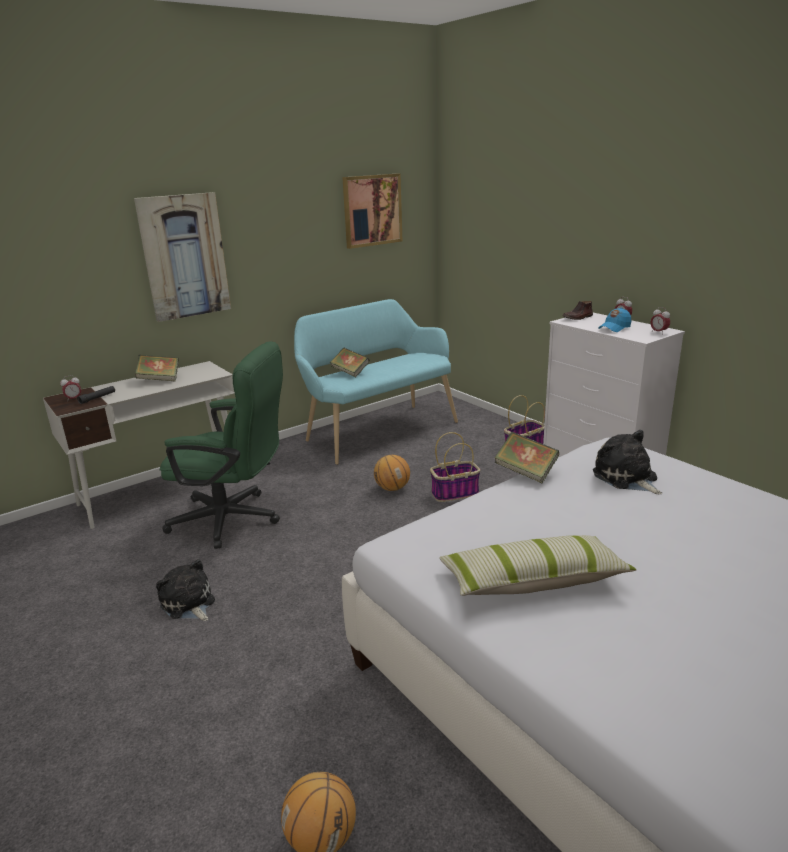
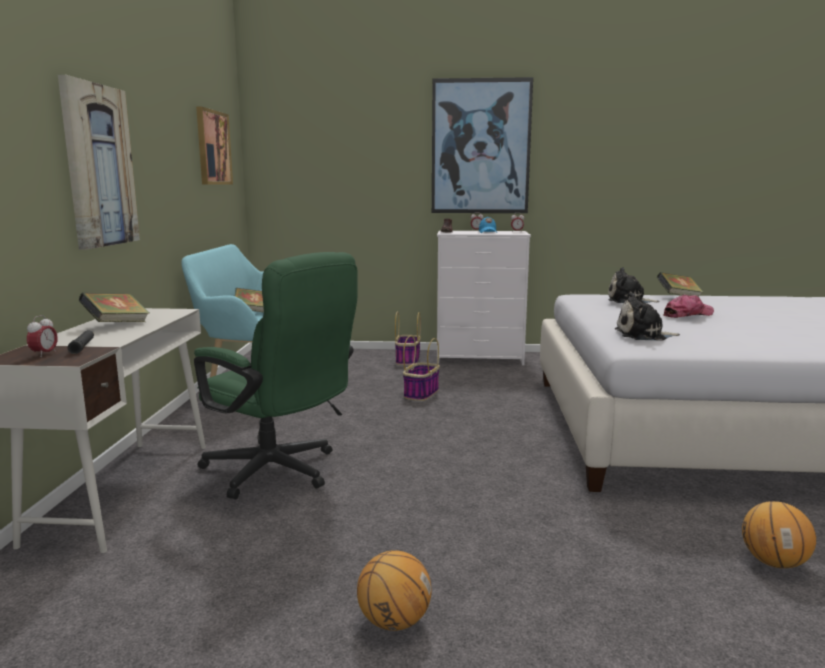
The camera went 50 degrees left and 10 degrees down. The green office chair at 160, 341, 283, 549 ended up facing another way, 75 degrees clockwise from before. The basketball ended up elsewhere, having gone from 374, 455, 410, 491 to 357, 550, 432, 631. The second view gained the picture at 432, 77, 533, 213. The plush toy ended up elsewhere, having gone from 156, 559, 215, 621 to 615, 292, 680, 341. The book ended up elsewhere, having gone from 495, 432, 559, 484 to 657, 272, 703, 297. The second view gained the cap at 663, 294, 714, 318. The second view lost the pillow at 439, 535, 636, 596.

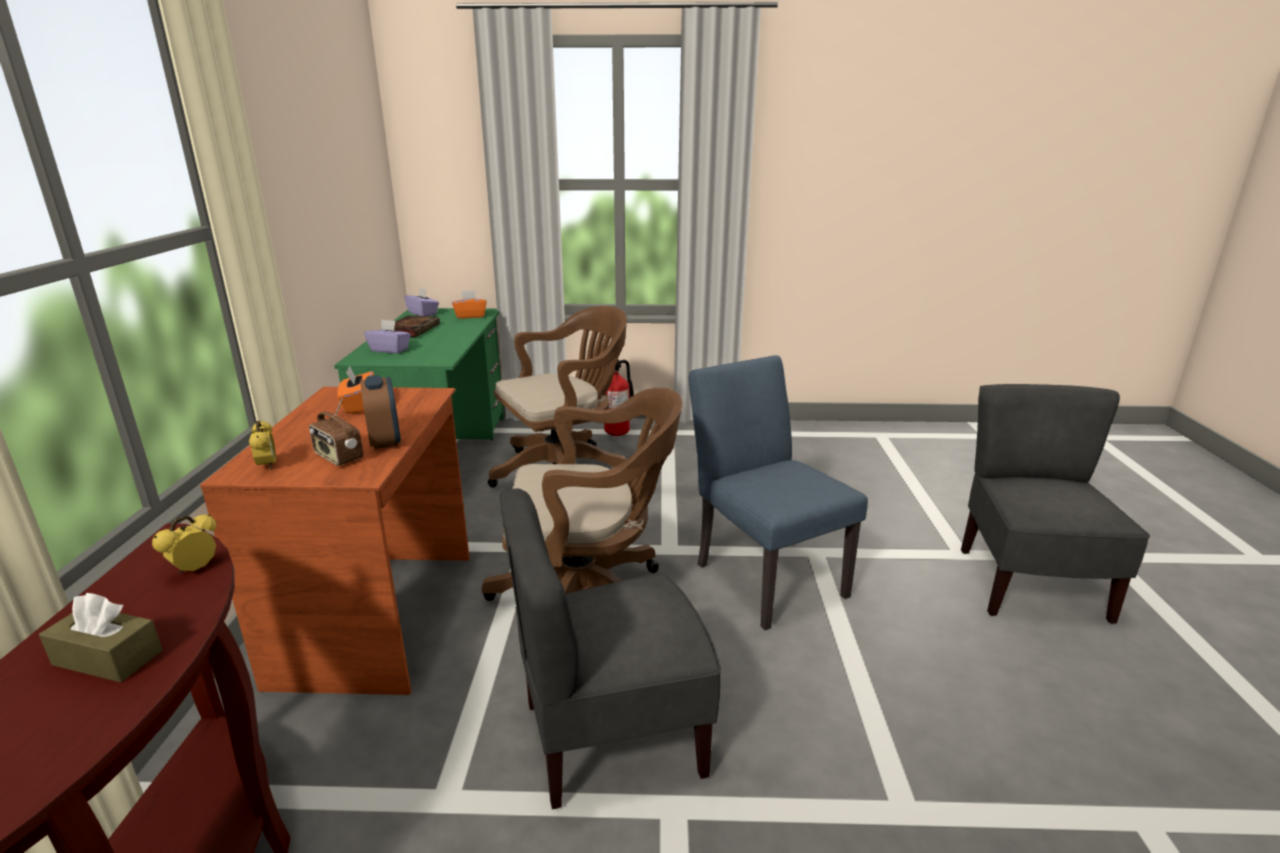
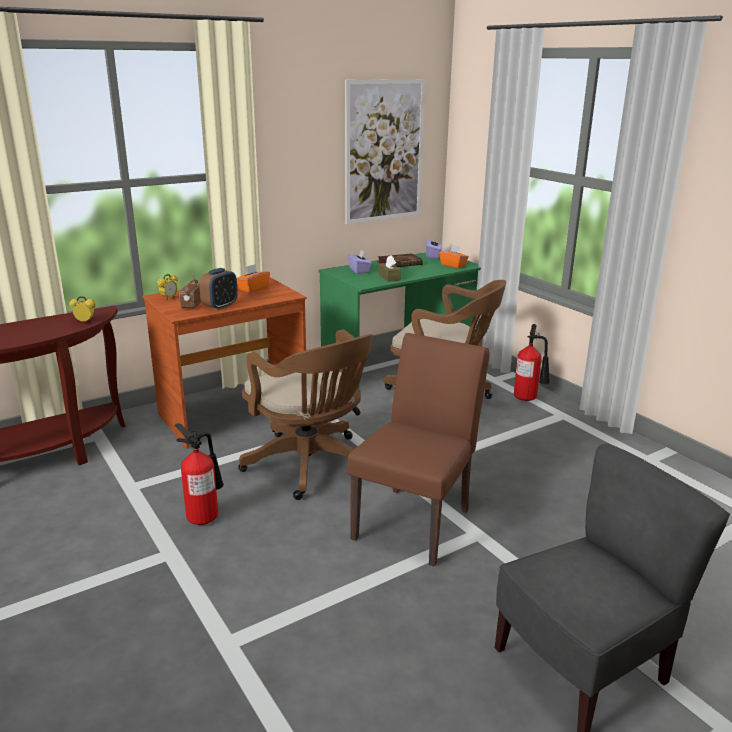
The camera went 55 degrees right and 0 degrees up. Where the grey chair stood at 500, 489, 721, 809, the fire extinguisher came to stand at 175, 423, 224, 525. The second view gained the picture at 345, 79, 425, 224. What was the blue chair at 689, 355, 868, 630 turned into the brown chair at 347, 333, 490, 567. The brown tissue box ended up elsewhere, having gone from 39, 593, 163, 682 to 378, 256, 401, 282.

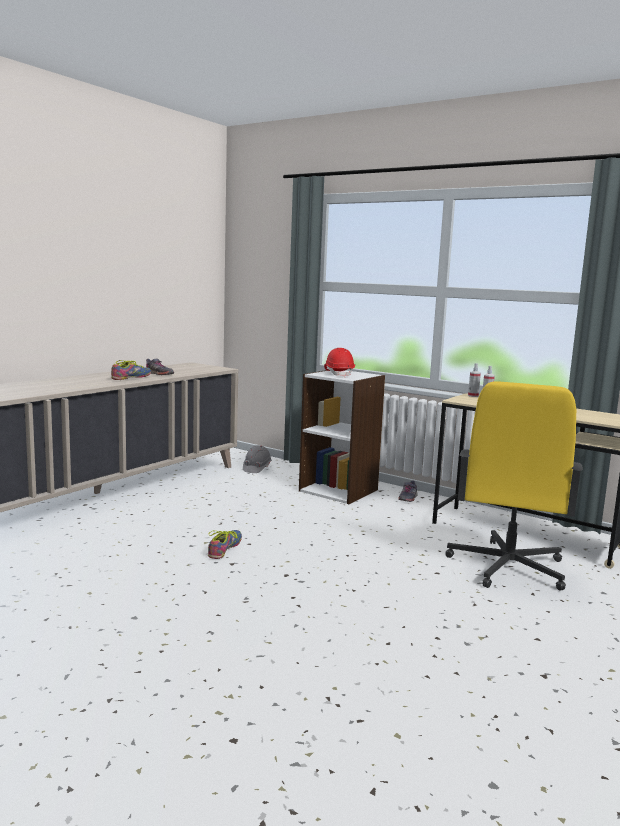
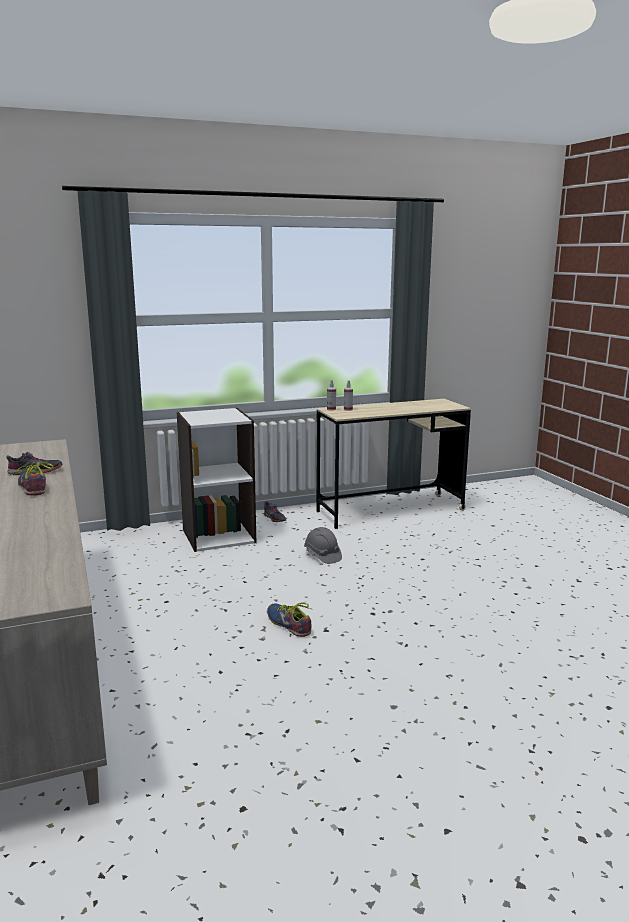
The camera went 55 degrees left and 5 degrees up. The grey hard hat ended up elsewhere, having gone from 243, 445, 272, 473 to 304, 527, 342, 564. The second view lost the red hard hat at 324, 348, 355, 377. The second view lost the yellow office chair at 445, 381, 583, 591.

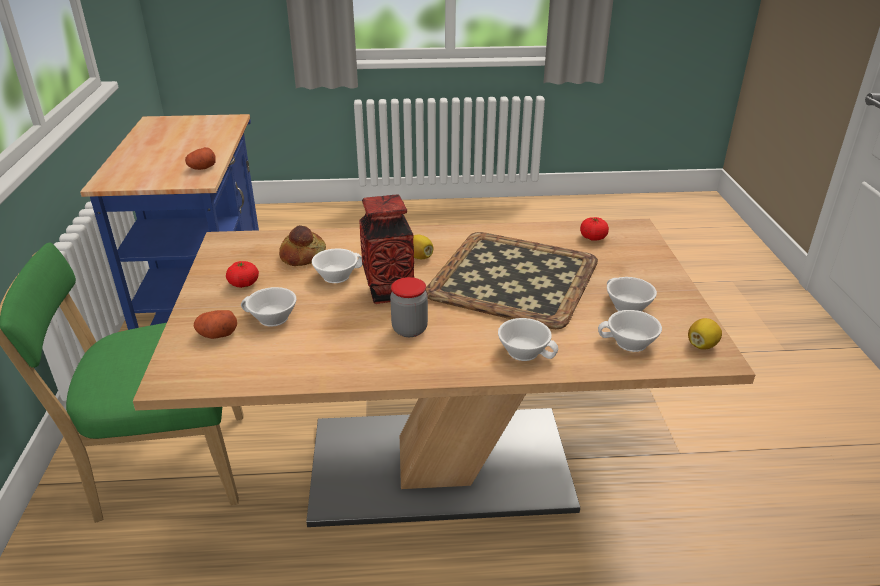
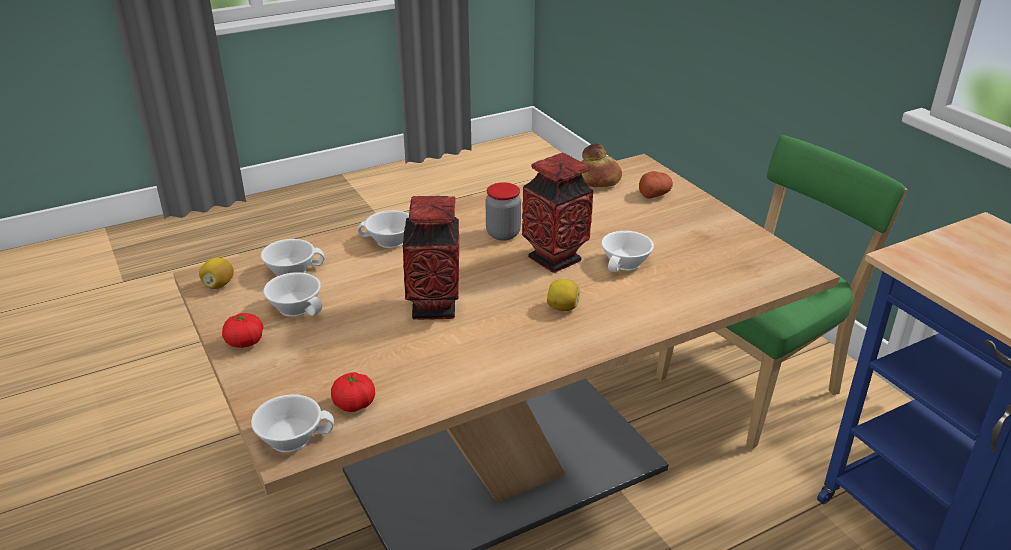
The camera went 155 degrees right and 0 degrees up. The tomato ended up elsewhere, having gone from 226, 261, 259, 288 to 222, 313, 263, 348. The white cup ended up elsewhere, having gone from 241, 287, 296, 327 to 251, 394, 334, 452. Where the tray stood at 425, 232, 598, 329, the vase came to stand at 403, 196, 459, 320. The bread ended up elsewhere, having gone from 279, 225, 326, 266 to 581, 143, 622, 187. The second view lost the potato at 185, 147, 216, 170.

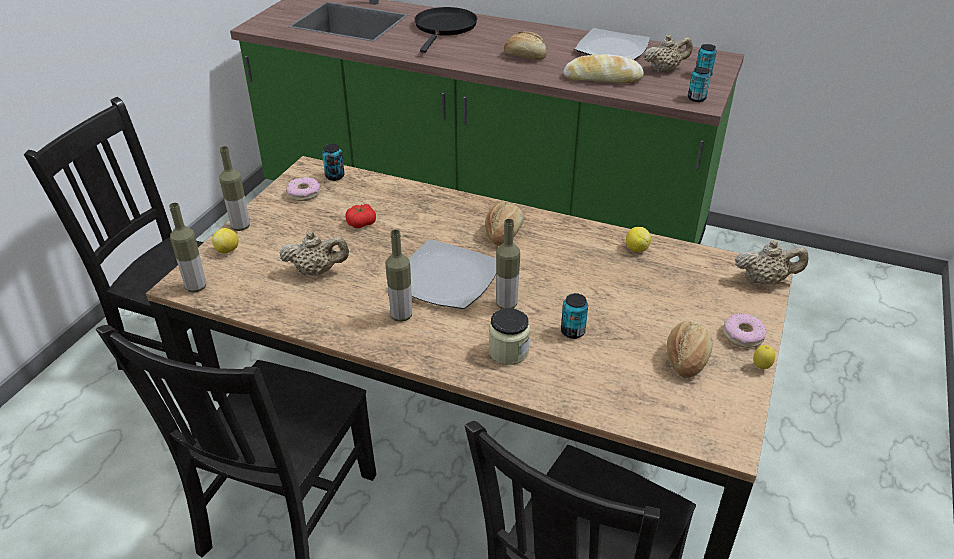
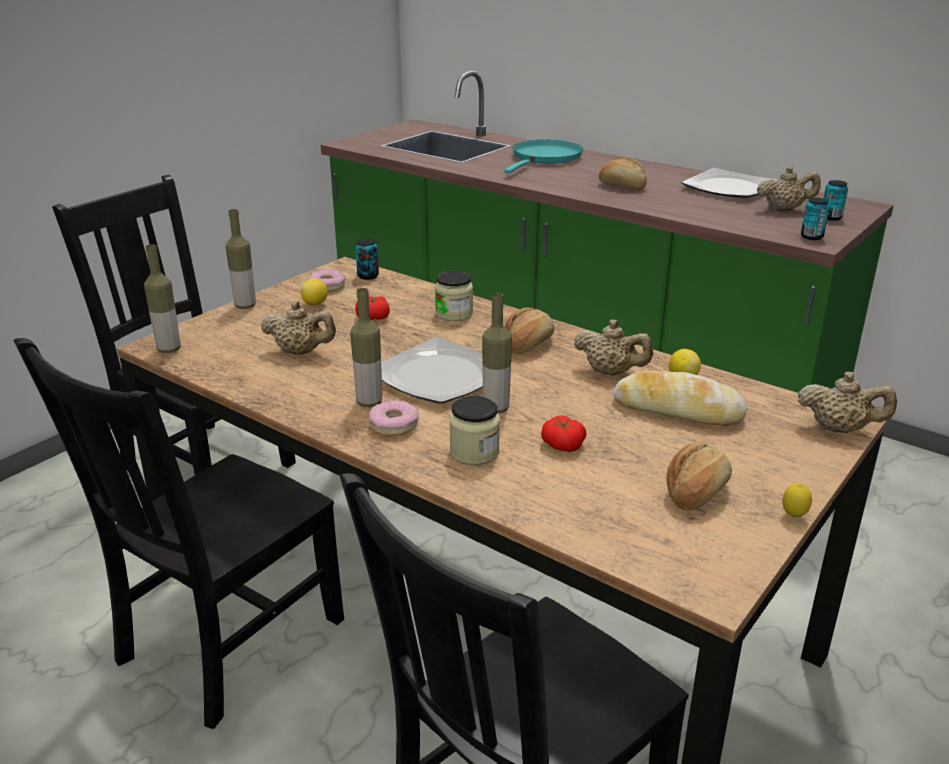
The camera went 15 degrees right and 10 degrees down. The lemon ended up elsewhere, having gone from 212, 228, 239, 254 to 300, 279, 328, 306. The donut ended up elsewhere, having gone from 723, 313, 767, 348 to 369, 400, 419, 436. The second view gained the jar at 435, 271, 473, 321. What was the black frying pan at 414, 7, 477, 53 turned into the turquoise frying pan at 504, 140, 583, 173. Where the can stood at 561, 293, 588, 339, the tomato came to stand at 541, 415, 587, 452. The second view gained the beige teapot at 574, 319, 653, 375. The bread ended up elsewhere, having gone from 564, 54, 644, 83 to 613, 371, 747, 426.

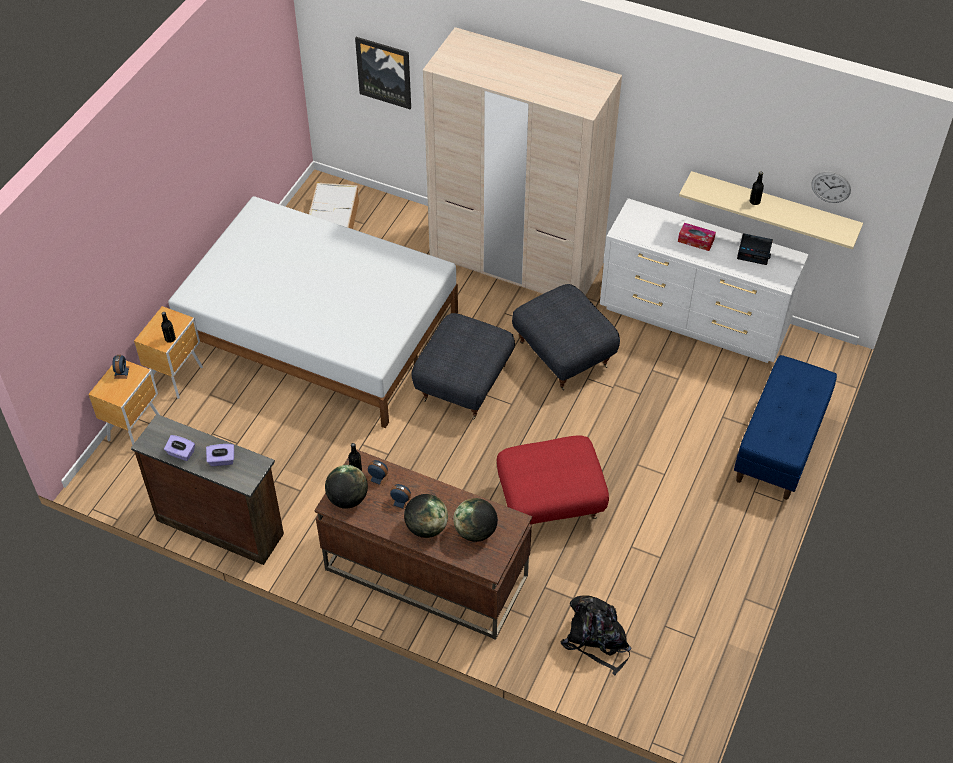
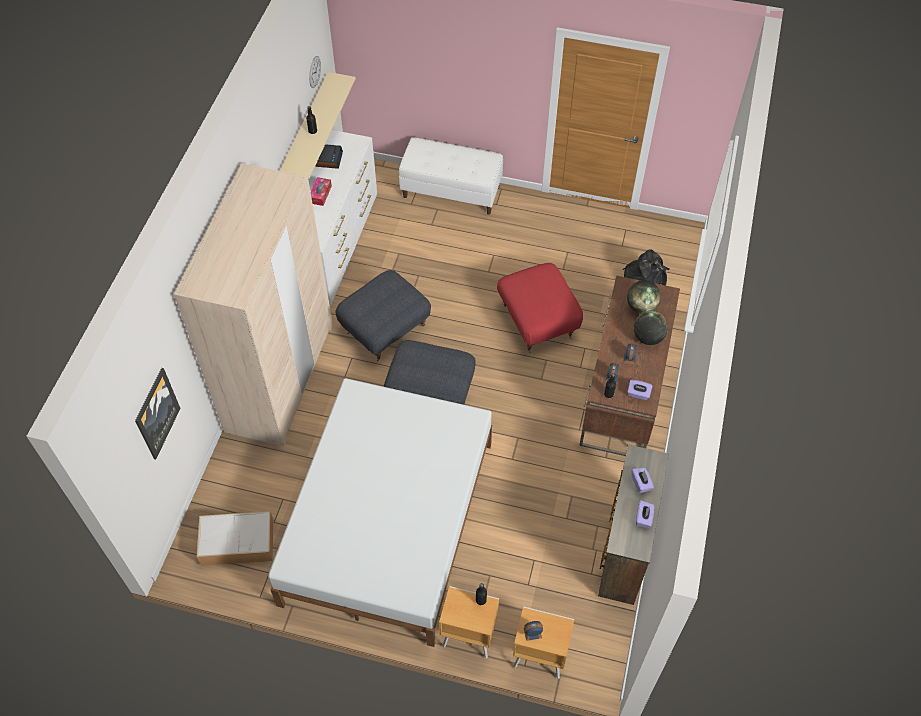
The camera went 100 degrees left and 5 degrees up. What was the blue bench at 734, 355, 837, 500 turned into the white bench at 399, 137, 503, 215. Where the globe stood at 325, 465, 368, 509, the purple tissue box came to stand at 627, 380, 653, 400.

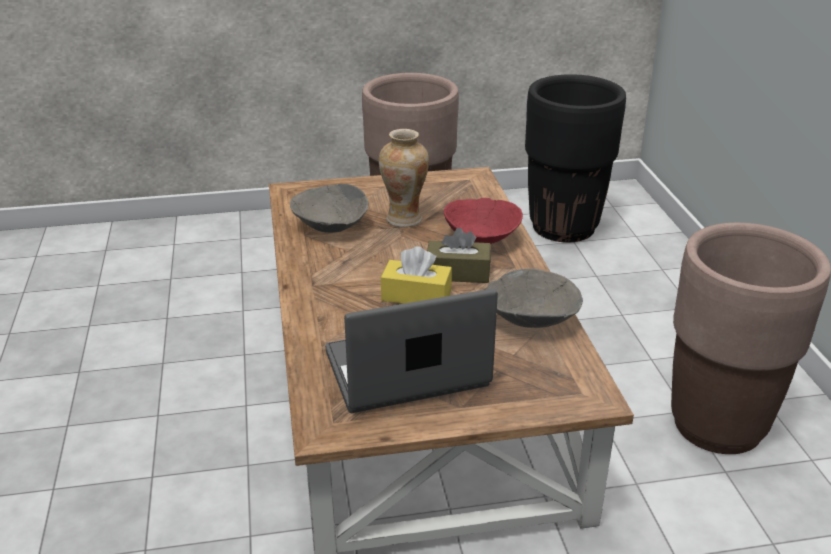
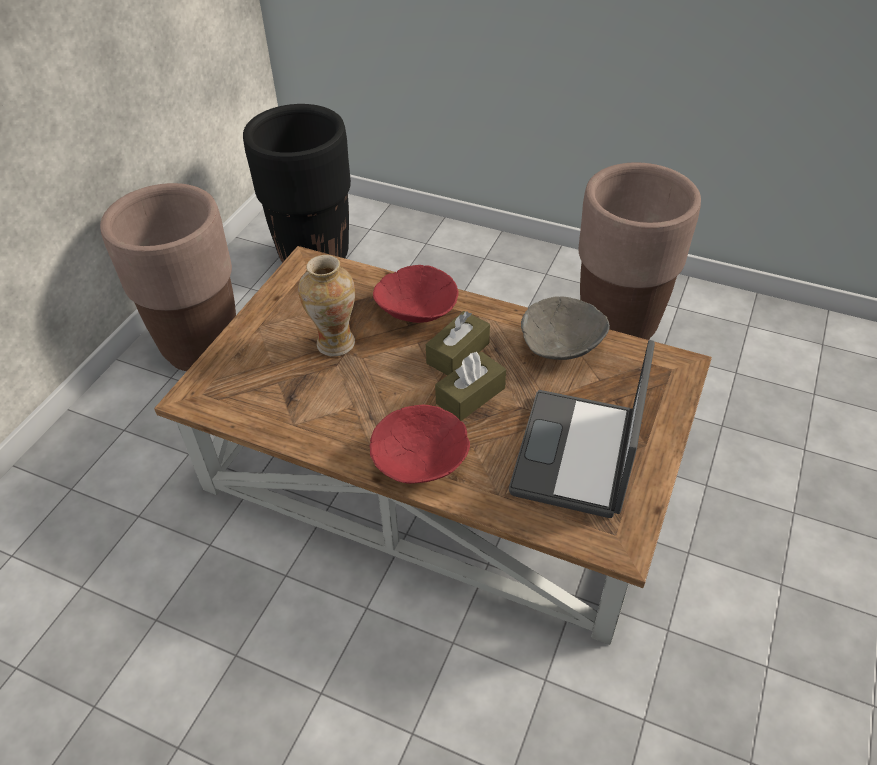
The camera went 55 degrees left and 15 degrees up. The second view gained the red bowl at 370, 405, 470, 484. What was the yellow tissue box at 381, 247, 452, 304 turned into the brown tissue box at 435, 352, 506, 421. The second view lost the grey bowl at 290, 184, 368, 233.

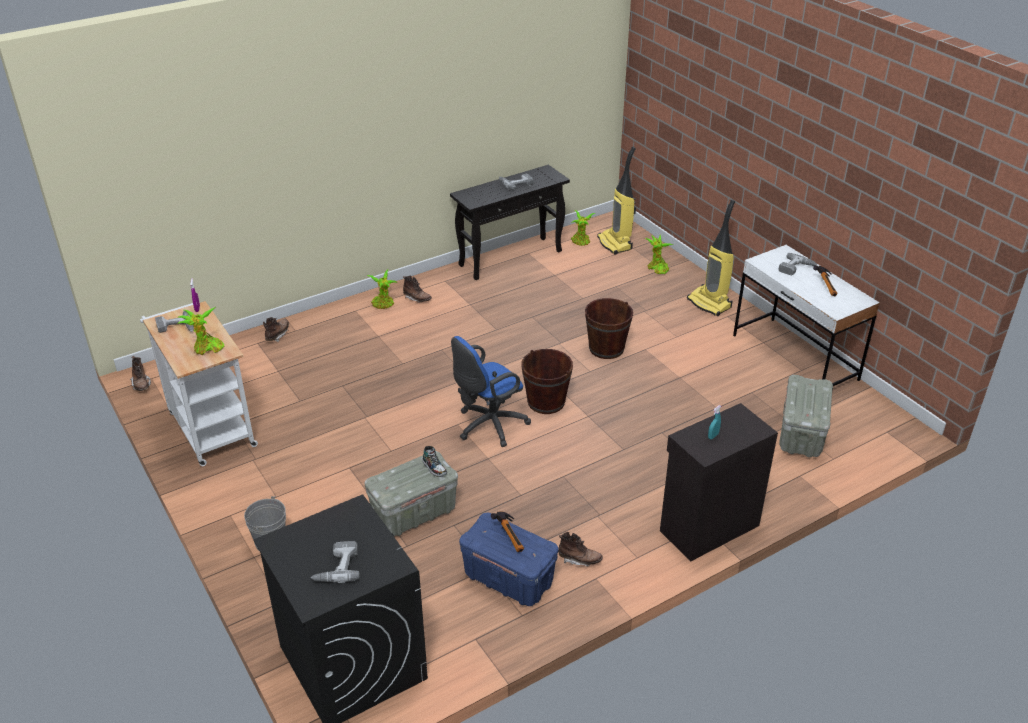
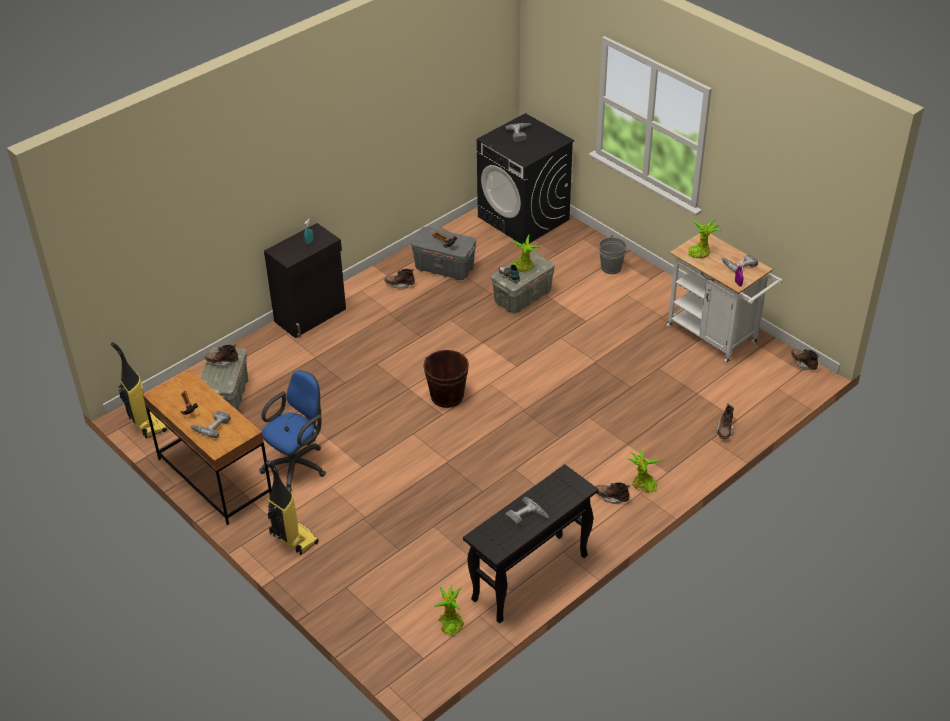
The camera went 170 degrees right and 5 degrees up. The vacuum cleaner ended up elsewhere, having gone from 597, 146, 636, 255 to 111, 342, 167, 438. What was the white desk at 733, 245, 880, 386 turned into the brown desk at 143, 369, 272, 525. The second view gained the brown boot at 205, 344, 239, 367. The blue office chair ended up elsewhere, having gone from 451, 336, 531, 447 to 259, 370, 326, 491. What was the blue storage box at 459, 513, 559, 606 turned into the grey storage box at 411, 226, 476, 280. The potted plant ended up elsewhere, having gone from 645, 235, 674, 274 to 512, 234, 540, 271. The second view lost the brown bucket at 585, 298, 633, 359.

